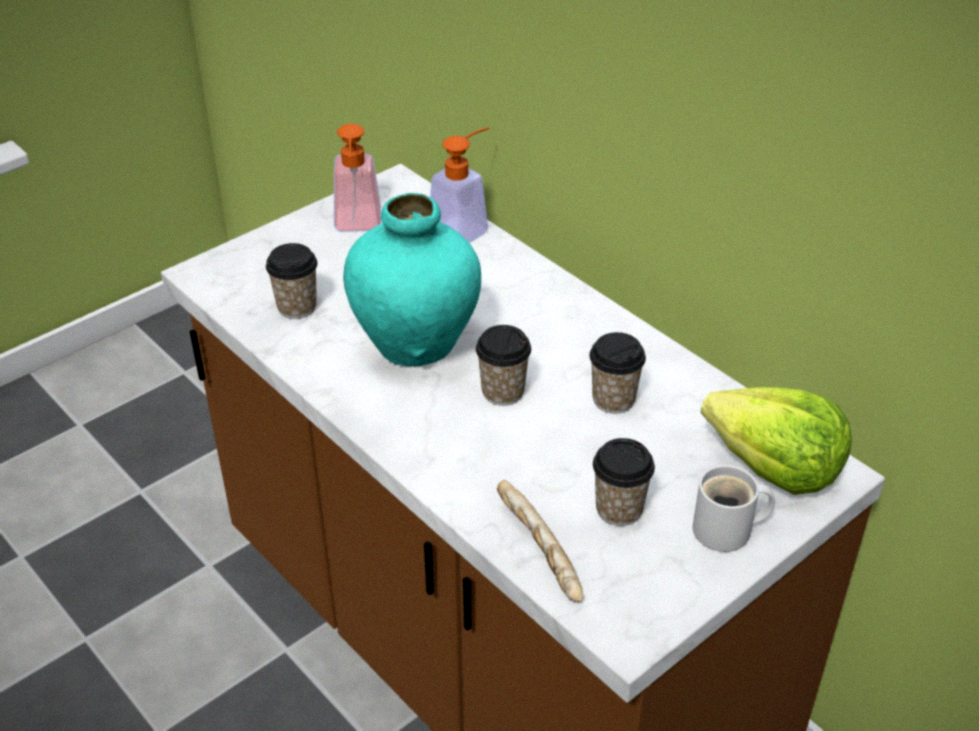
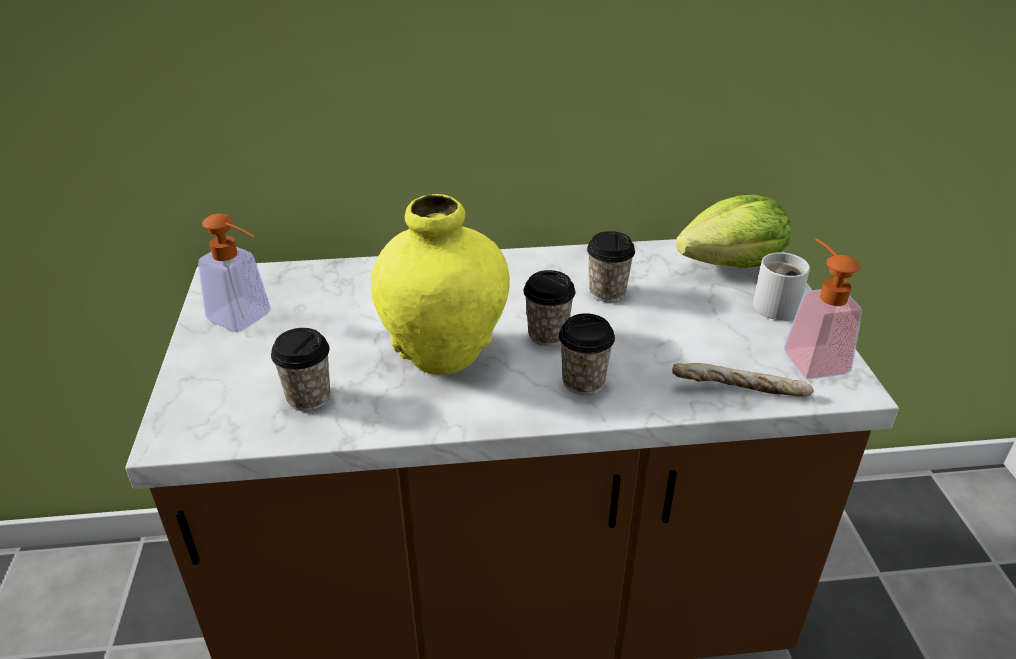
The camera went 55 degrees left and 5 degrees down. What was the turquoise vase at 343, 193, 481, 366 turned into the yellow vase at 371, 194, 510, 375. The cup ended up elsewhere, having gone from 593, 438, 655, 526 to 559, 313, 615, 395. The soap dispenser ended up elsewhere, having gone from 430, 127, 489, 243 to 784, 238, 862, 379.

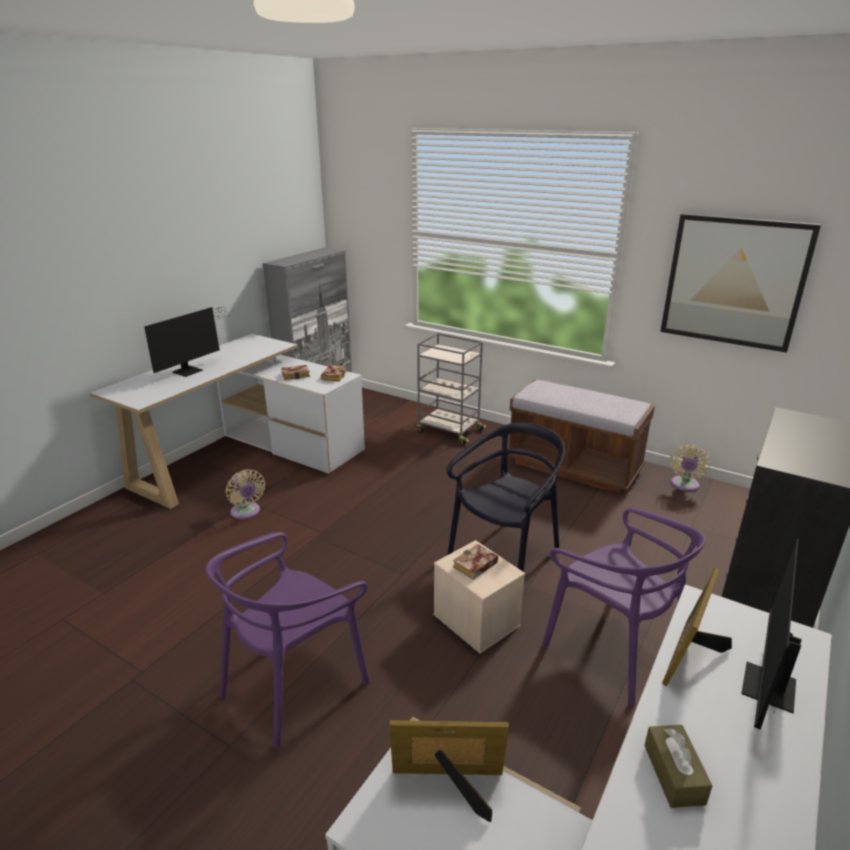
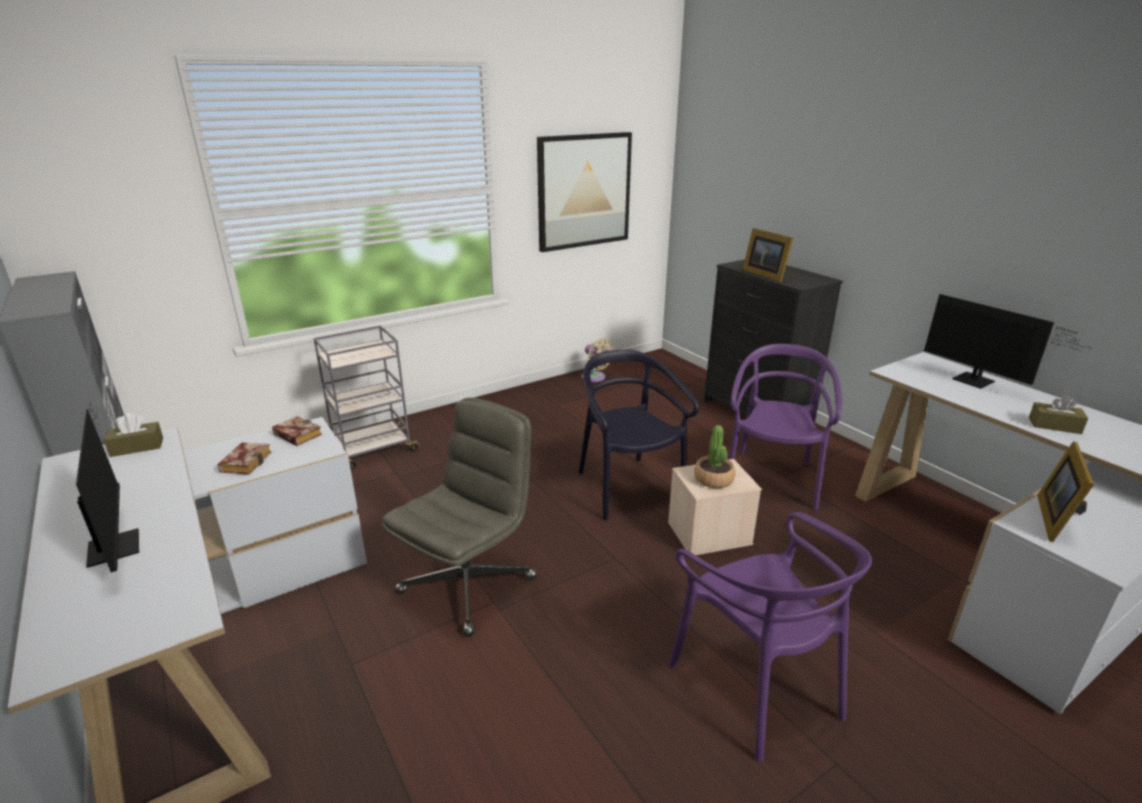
The camera went 65 degrees left and 0 degrees up. The second view gained the brown tissue box at 104, 413, 163, 457. The second view gained the grey office chair at 382, 397, 538, 637. Where the book stood at 453, 544, 498, 580, the potted plant came to stand at 694, 425, 735, 488. The purple chair at 542, 508, 705, 707 ended up facing another way, 60 degrees counterclockwise from before. The picture frame ended up elsewhere, having gone from 662, 568, 732, 687 to 743, 228, 793, 282. The second view lost the beige fan at 225, 469, 265, 519. The second view lost the brown bench at 507, 379, 655, 494.

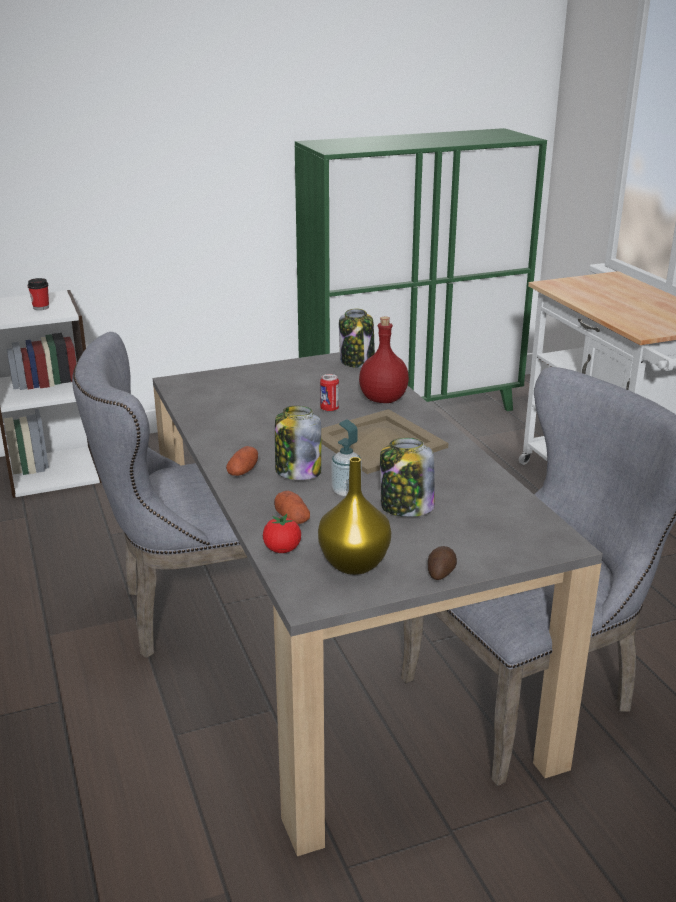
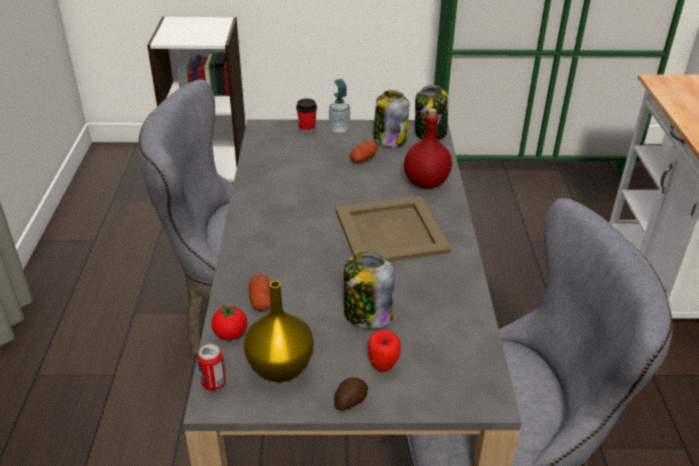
The camera went 20 degrees right and 10 degrees up. The can ended up elsewhere, having gone from 320, 374, 339, 412 to 197, 344, 226, 390. The cup ended up elsewhere, having gone from 27, 278, 49, 310 to 296, 99, 317, 133. The soap dispenser ended up elsewhere, having gone from 331, 420, 362, 497 to 329, 79, 350, 133. The potato ended up elsewhere, having gone from 226, 446, 258, 476 to 350, 140, 378, 162. The second view gained the apple at 368, 330, 401, 372. The jar ended up elsewhere, having gone from 275, 406, 321, 480 to 373, 90, 409, 147.

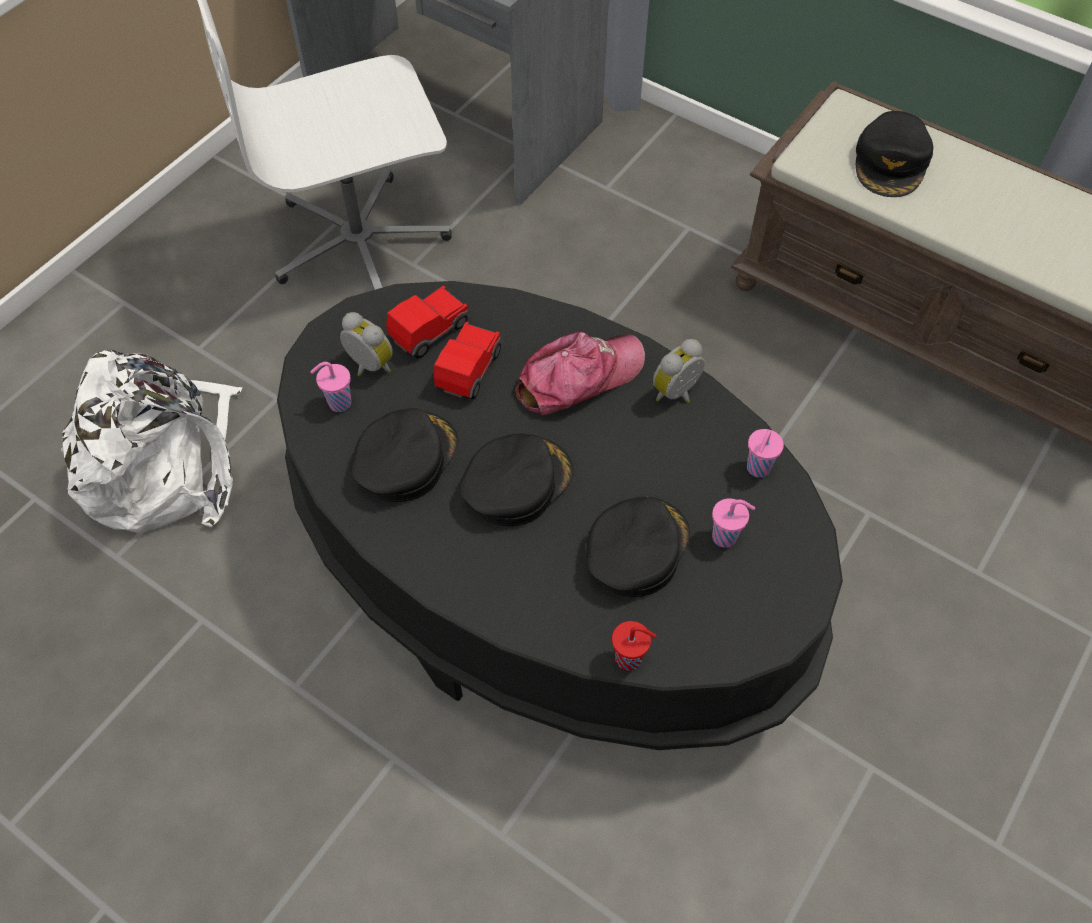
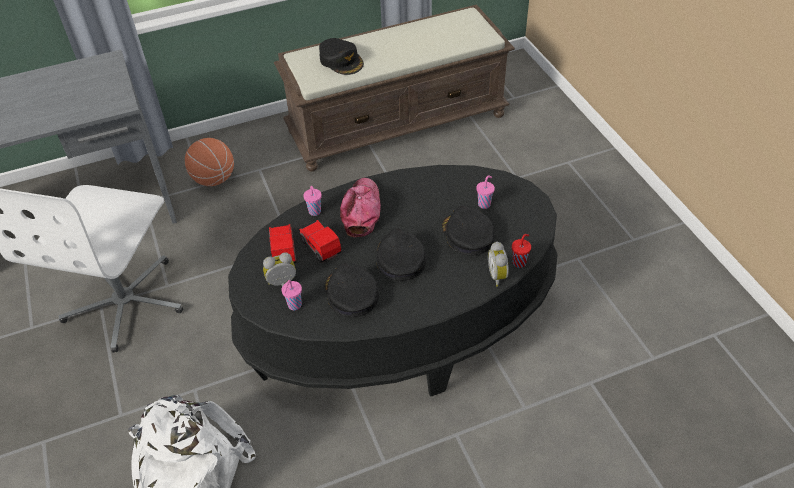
The camera went 55 degrees left and 10 degrees down. The second view gained the basketball at 185, 138, 234, 186. The pink cup ended up elsewhere, having gone from 747, 429, 784, 478 to 303, 186, 322, 216. The alarm clock ended up elsewhere, having gone from 653, 339, 705, 403 to 488, 242, 509, 287.

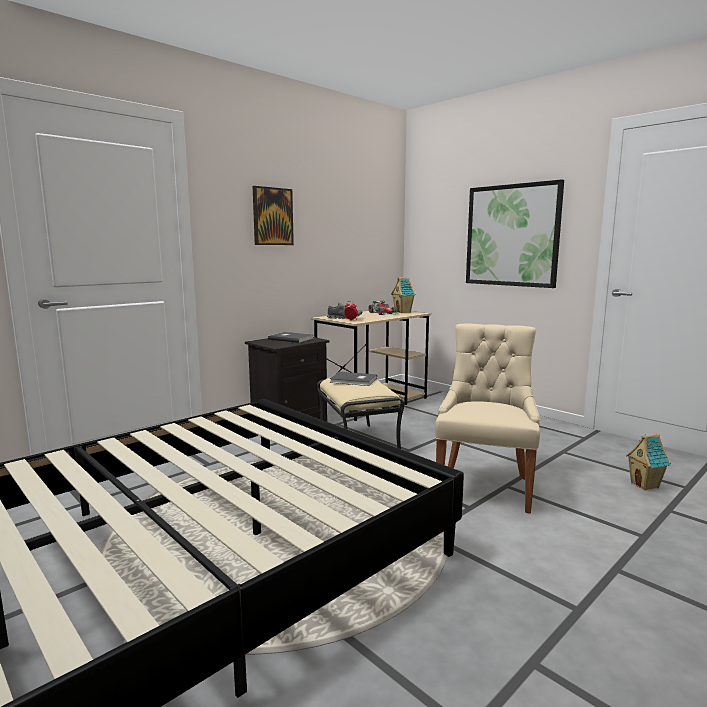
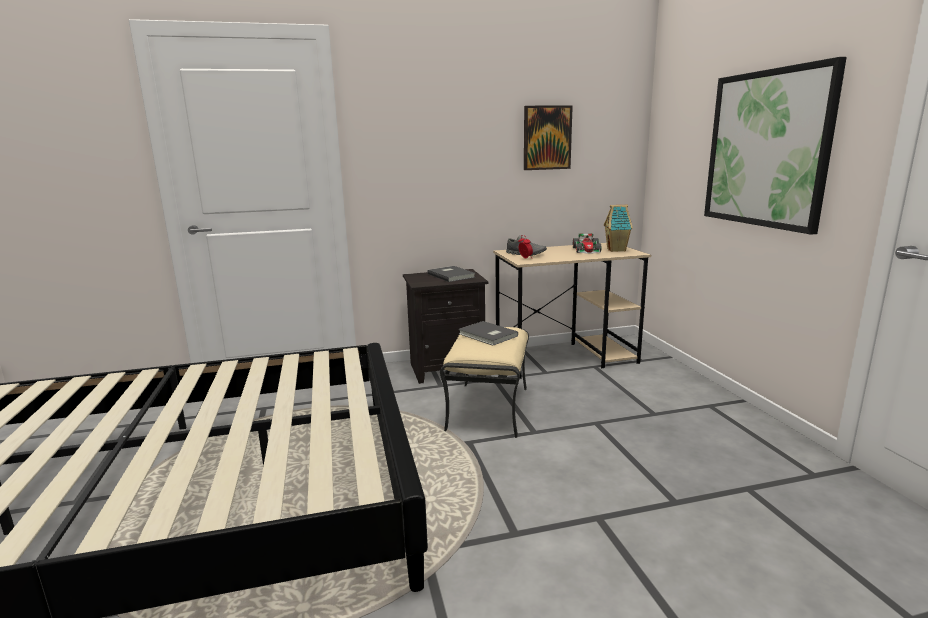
The camera went 30 degrees right and 5 degrees up. The picture ended up elsewhere, having gone from 253, 186, 294, 245 to 524, 105, 573, 170. The second view lost the beige chair at 435, 323, 540, 513. The second view lost the toy house at 626, 434, 671, 490.

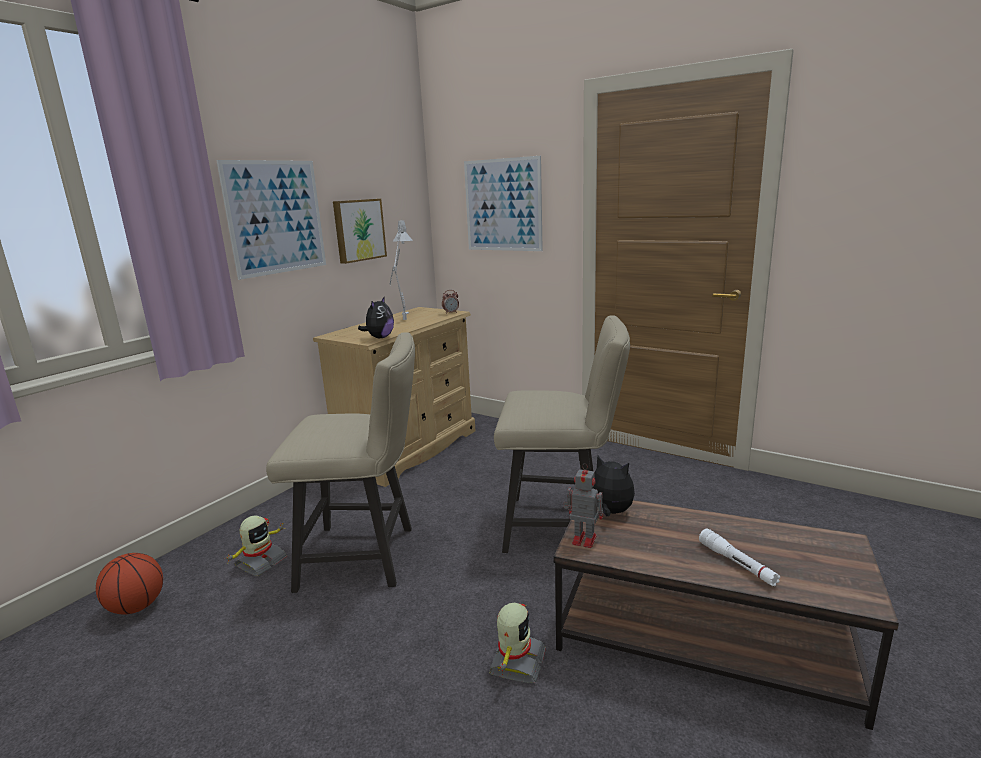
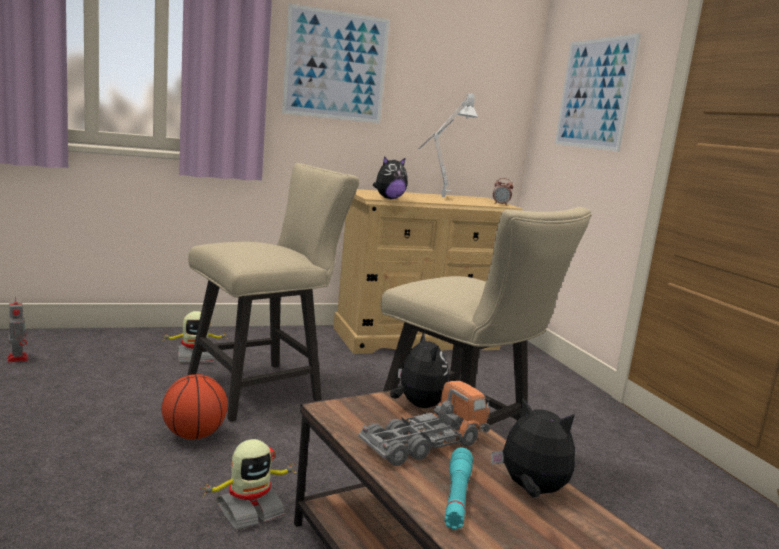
The camera went 35 degrees right and 5 degrees down. The toy robot ended up elsewhere, having gone from 563, 463, 603, 548 to 7, 296, 28, 362. The basketball ended up elsewhere, having gone from 96, 553, 163, 614 to 162, 374, 228, 440. The beige chair at 266, 332, 415, 593 ended up facing another way, 75 degrees counterclockwise from before. The second view gained the toy truck at 358, 381, 490, 466. What was the white flashlight at 699, 529, 780, 586 turned into the turquoise flashlight at 445, 448, 473, 530. The second view gained the plush toy at 491, 398, 575, 497. The second view lost the picture at 333, 199, 387, 264.

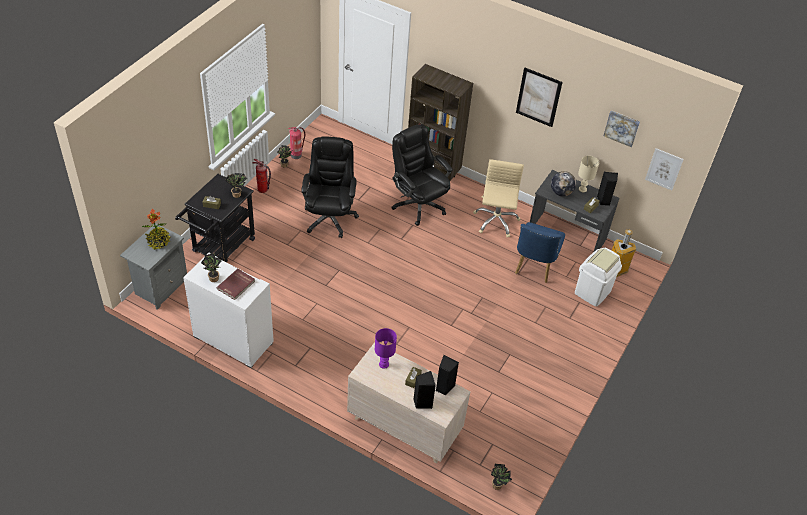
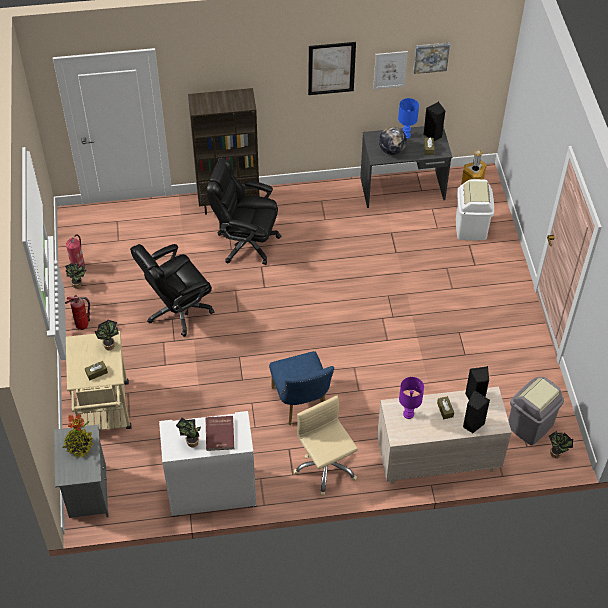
The camera went 35 degrees left and 5 degrees up. What was the black cart at 175, 174, 255, 263 turned into the beige cart at 66, 331, 132, 430. The black office chair at 301, 136, 359, 238 ended up facing another way, 90 degrees counterclockwise from before. The blue chair ended up elsewhere, having gone from 515, 222, 565, 283 to 269, 351, 334, 425. The beige office chair ended up elsewhere, having gone from 473, 159, 524, 238 to 294, 396, 358, 496. The picture ended up elsewhere, having gone from 645, 148, 684, 191 to 373, 51, 408, 89. What was the beige table lamp at 578, 156, 599, 192 turned into the blue table lamp at 398, 98, 419, 139. The second view gained the grey trash can at 508, 377, 564, 445.

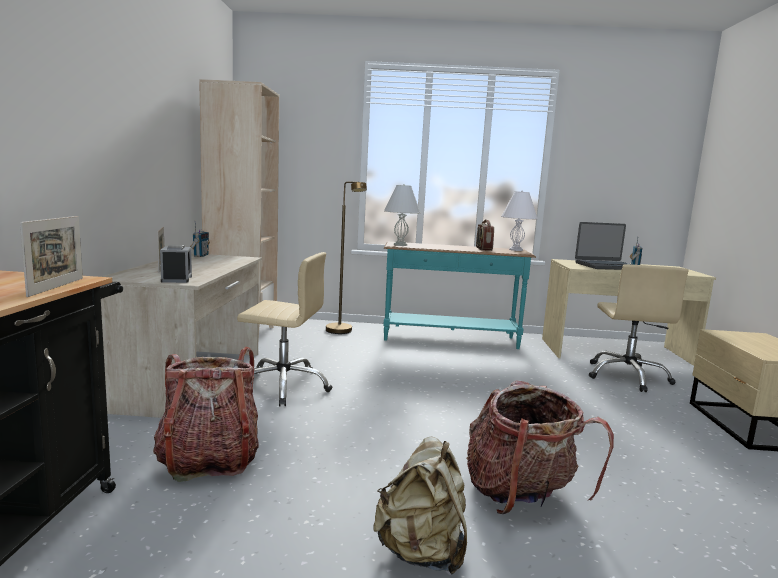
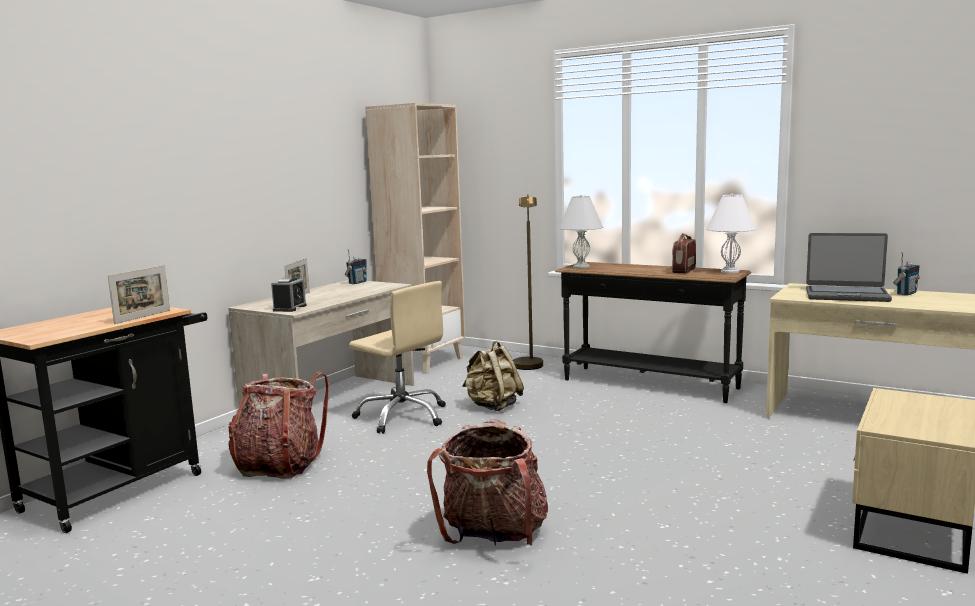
The camera went 30 degrees right and 0 degrees up. The beige backpack ended up elsewhere, having gone from 373, 436, 467, 574 to 462, 341, 524, 411. What was the turquoise console table at 383, 242, 536, 349 turned into the black console table at 555, 262, 751, 403. The second view lost the beige office chair at 589, 265, 689, 392.

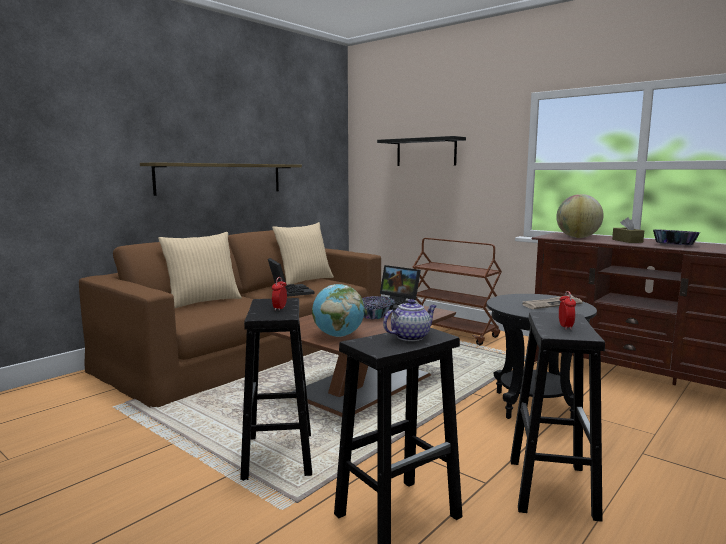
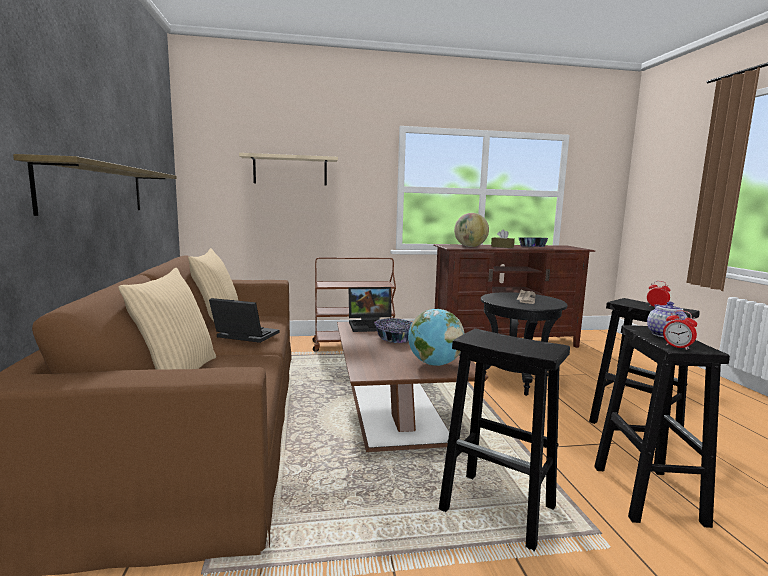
The camera went 50 degrees left and 0 degrees up. What was the black shelf at 377, 136, 466, 166 turned into the beige shelf at 239, 153, 338, 186. The alarm clock ended up elsewhere, having gone from 272, 277, 287, 311 to 663, 310, 697, 350.

